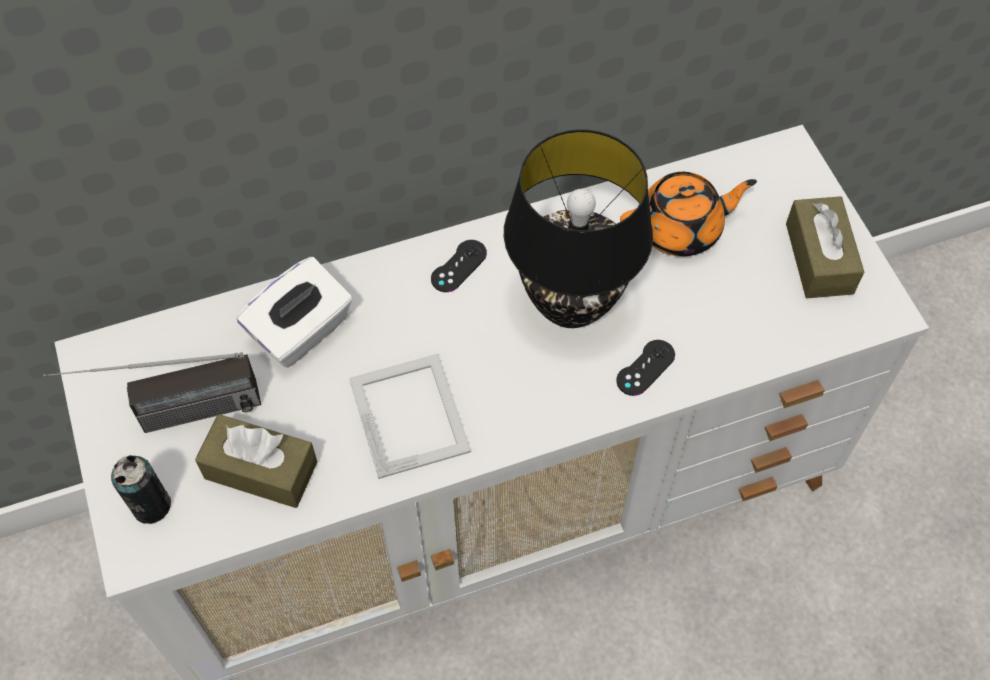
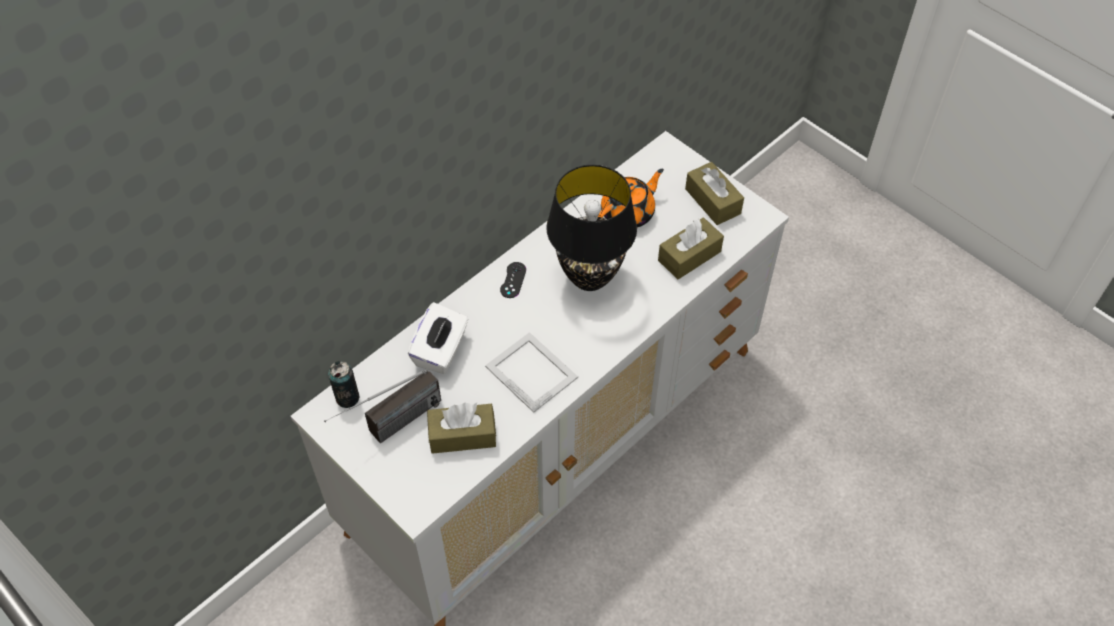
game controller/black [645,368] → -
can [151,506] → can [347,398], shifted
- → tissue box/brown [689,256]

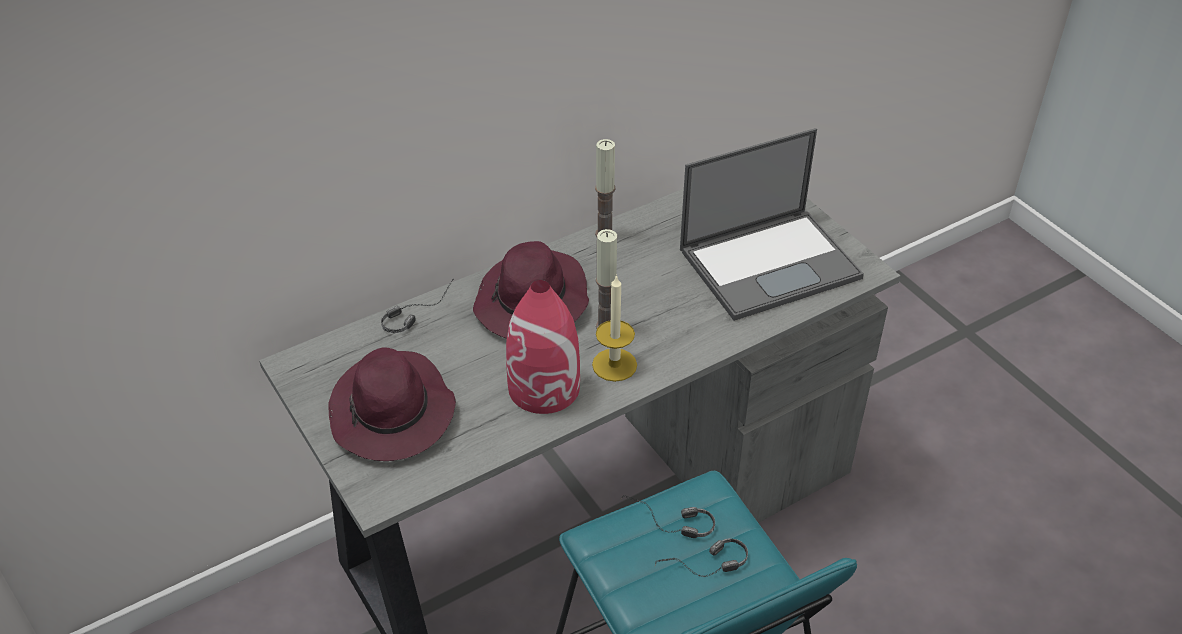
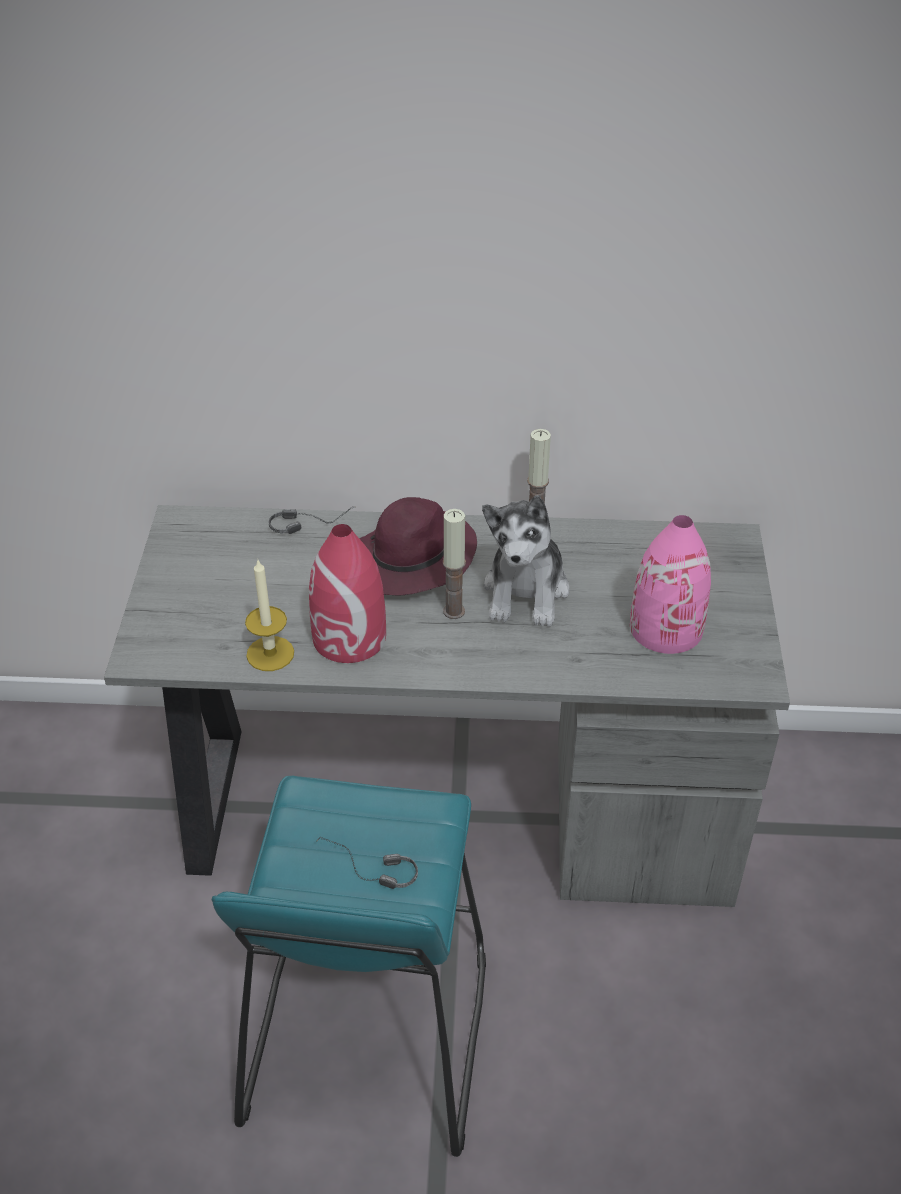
laptop [771,263] → vase/pink [666,628]
candle [614,365] → candle [270,653], shifted
hat/purple [393,413] → -
headphones [666,524] → -
- → plush toy [526,591]

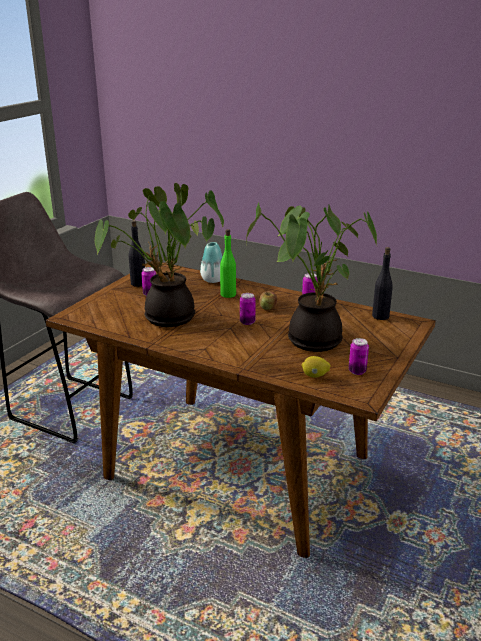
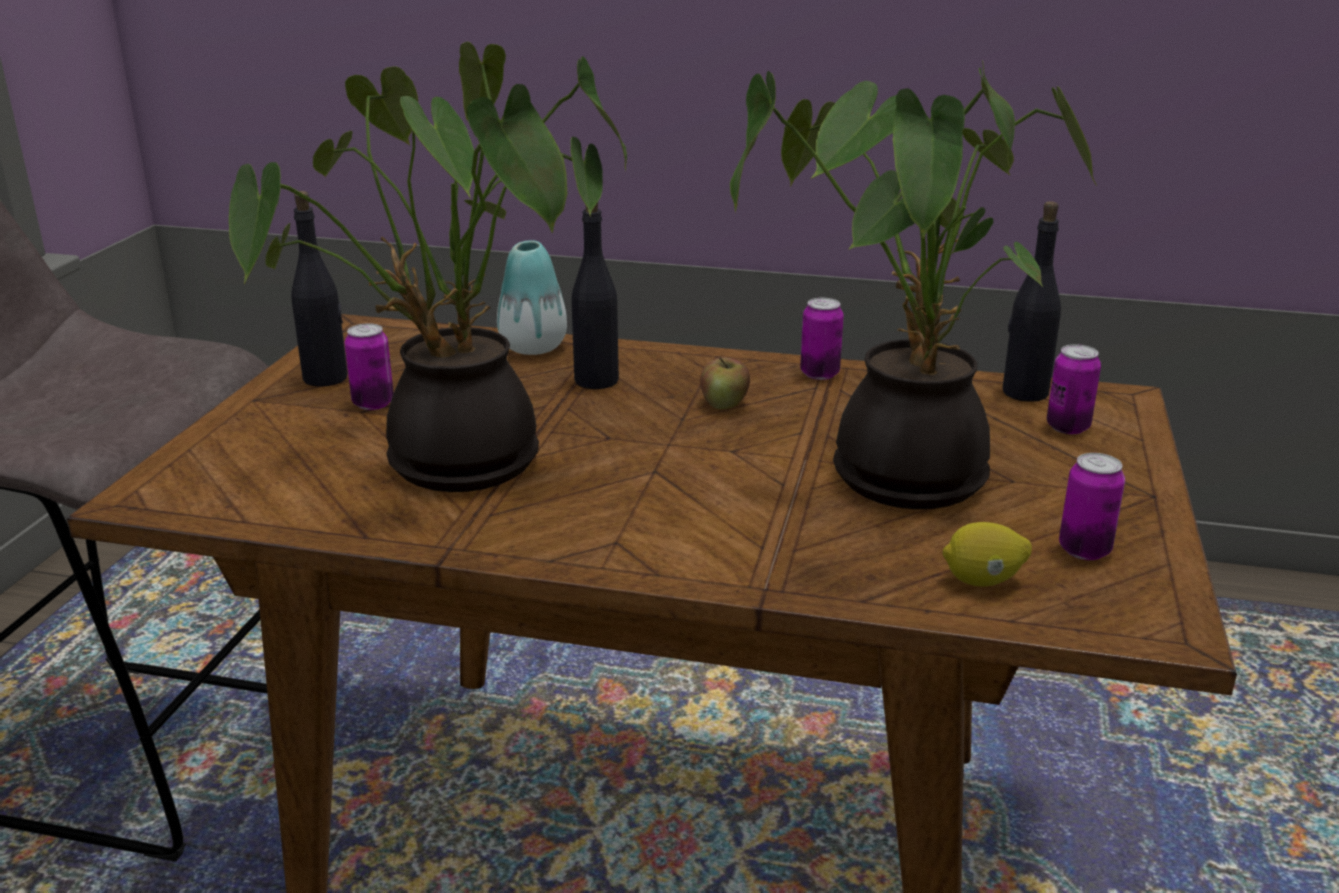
bottle/green [228,294] → bottle/black [596,380]
can [247,322] → can [1067,427], shifted

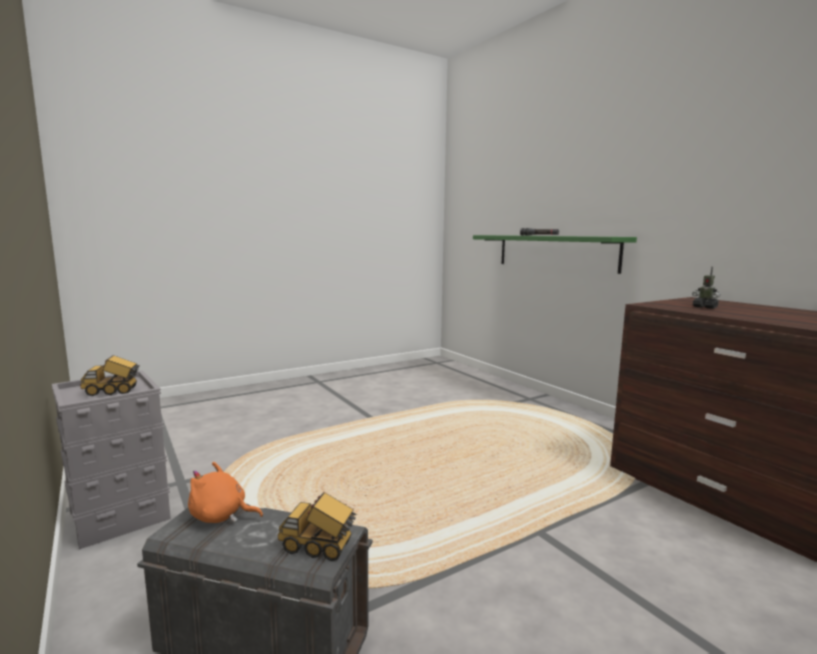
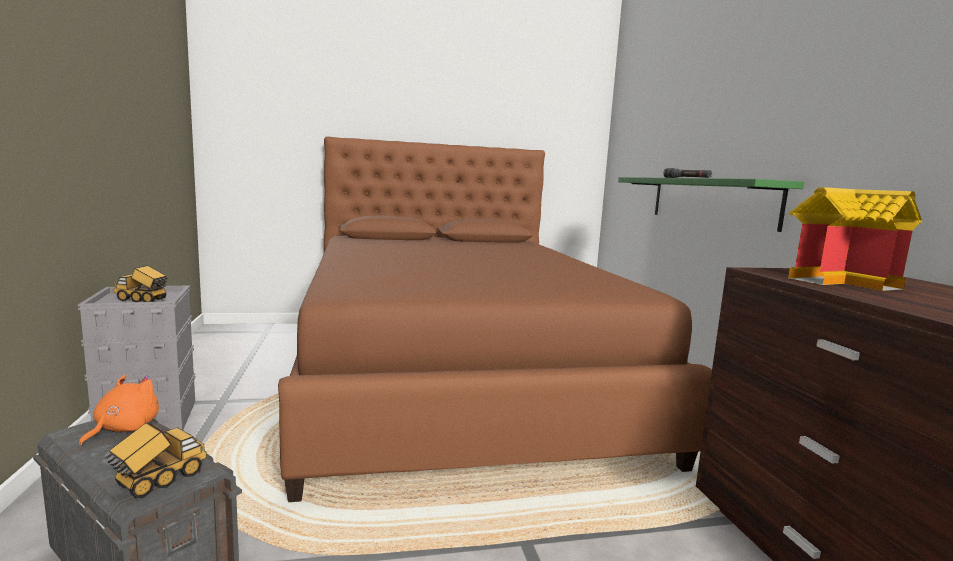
toy robot [705,307] → toy house [843,281]
plush toy/orange [221,516] → plush toy/orange [123,429], 75 degrees clockwise
toy truck [319,547] → toy truck [158,481], 90 degrees clockwise
- → bed/brown [456,376]

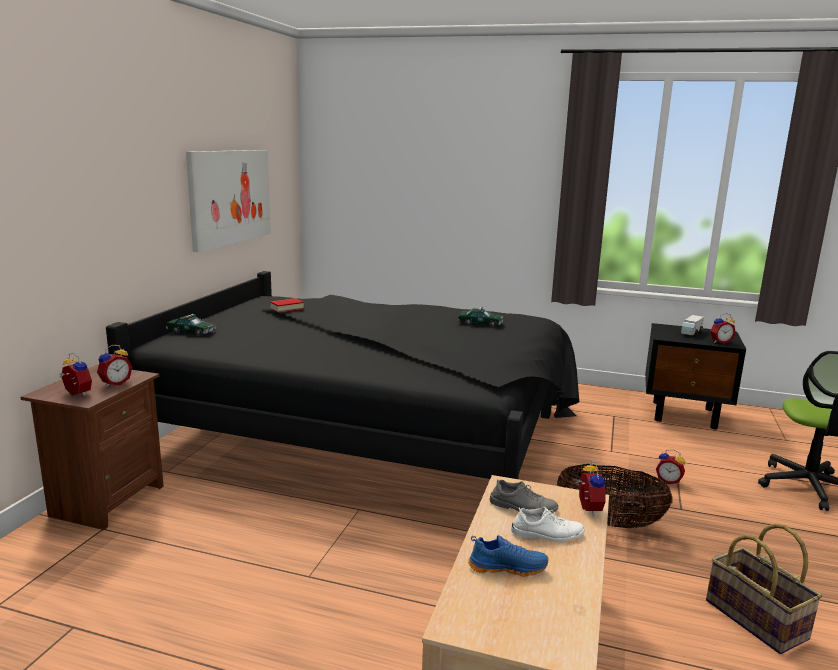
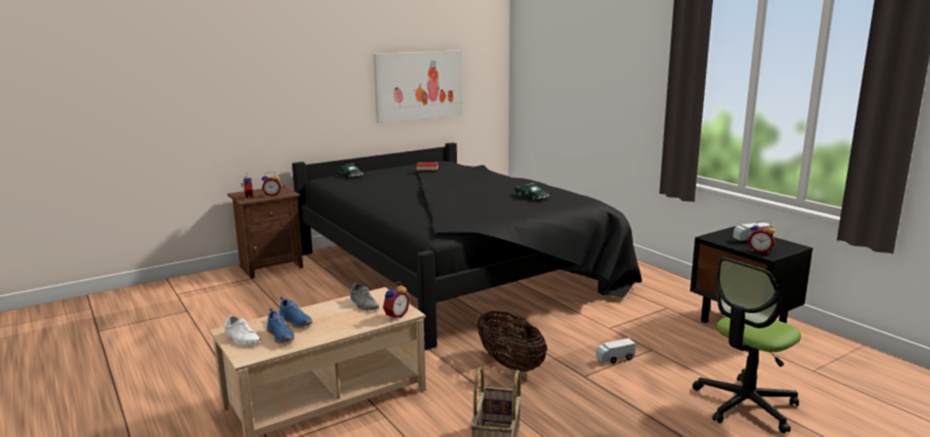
alarm clock [668,481] → toy truck [614,358]
shoe/white [547,533] → shoe/white [242,338], shifted
- → shoe/blue [281,336]

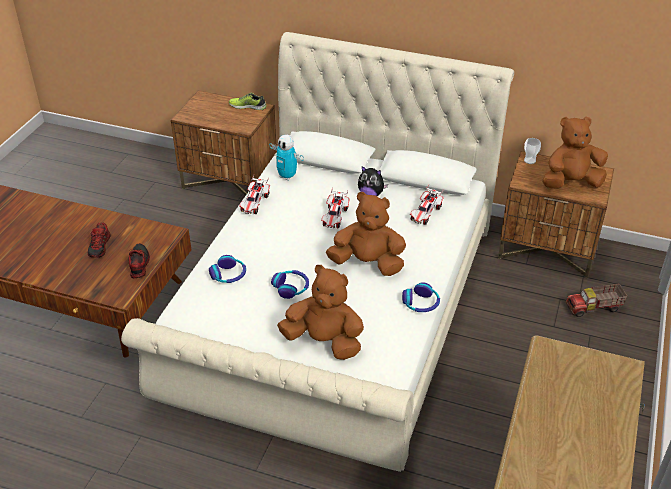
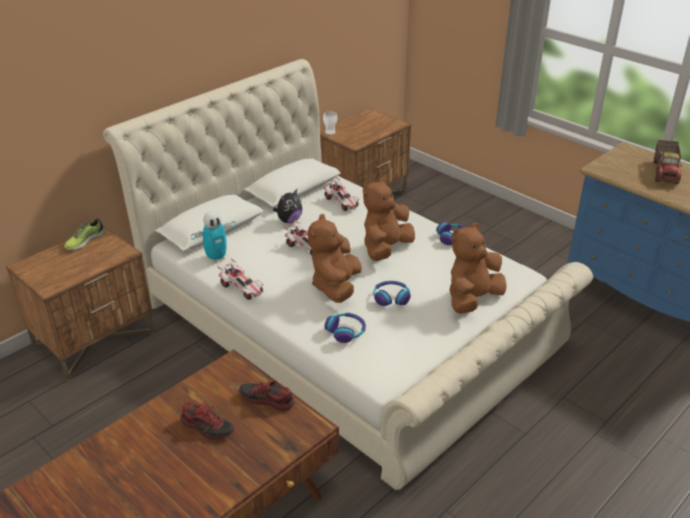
plush toy/brown [570,183] → plush toy/brown [336,286], shifted
toy truck [594,308] → toy truck [665,172], shifted

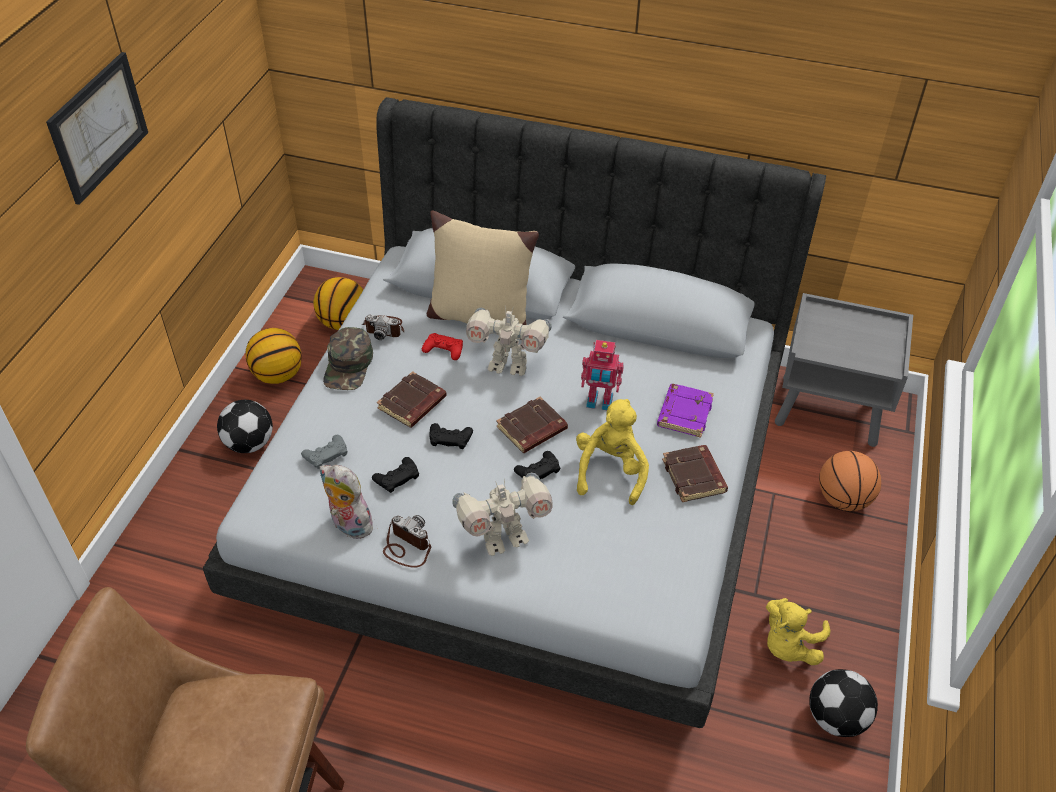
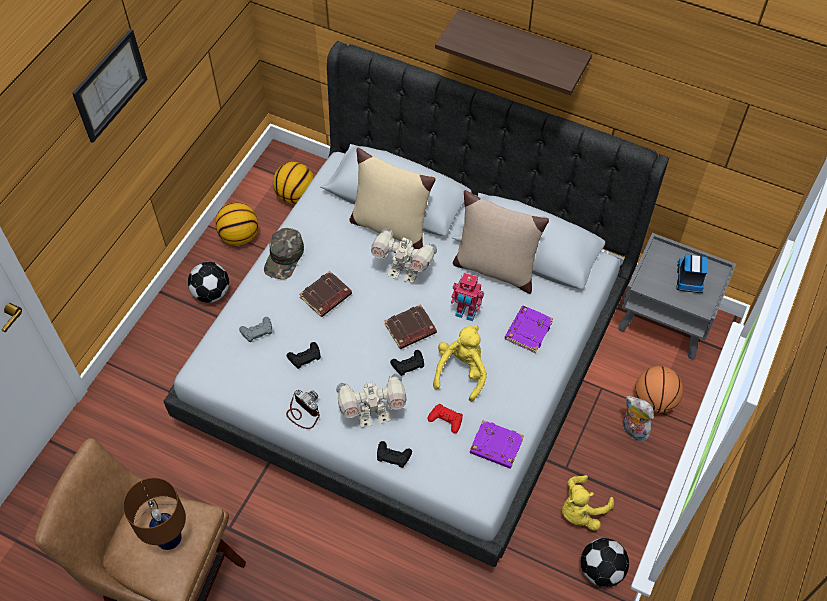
photo camera [384,328] → -
game controller/red [443,349] → game controller/red [446,420], shifted
game controller/black [450,438] → game controller/black [393,456], shifted
book/brown [695,477] → -
plush toy [348,525] → plush toy [632,430], shifted
- → shelf [522,50]
- → pillow/beige [494,268]
- → toy truck [689,278]
- → book/purple [495,446]
- → table lamp/brown [170,540]

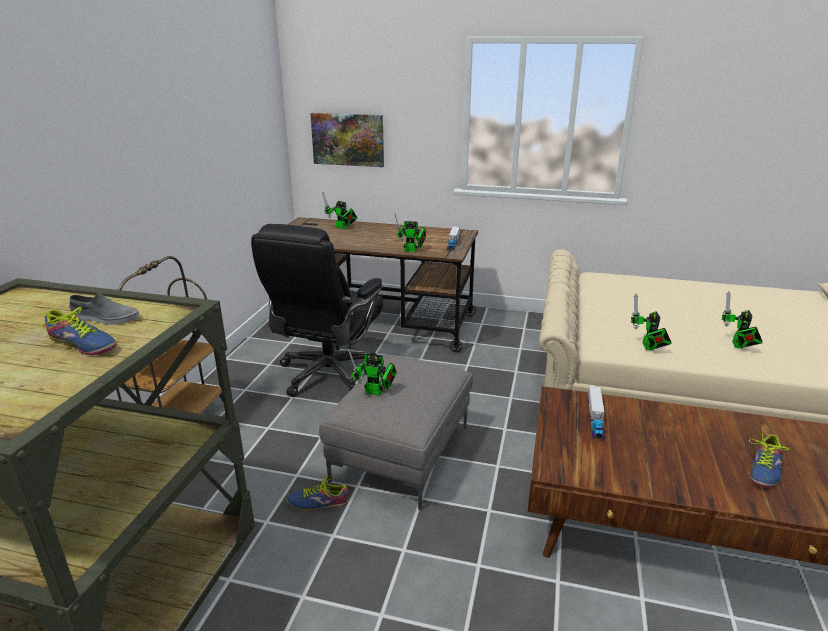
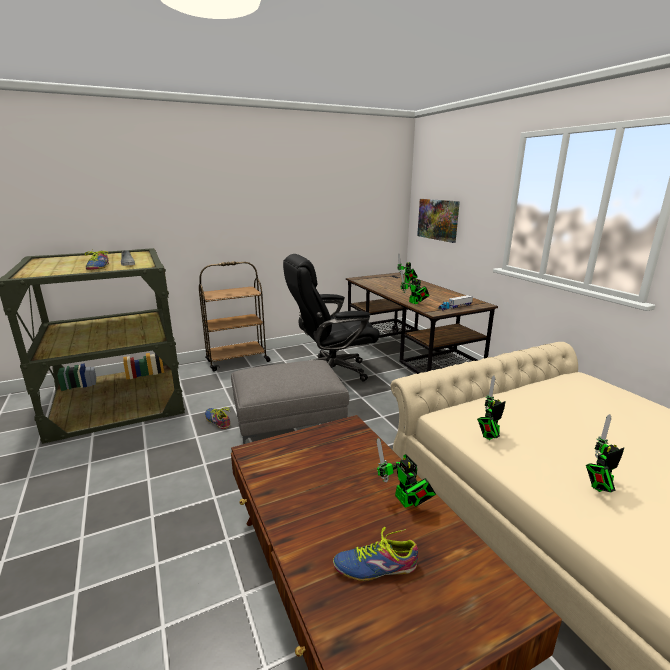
toy robot [376,392] → toy robot [405,502], shifted
toy truck [595,418] → -

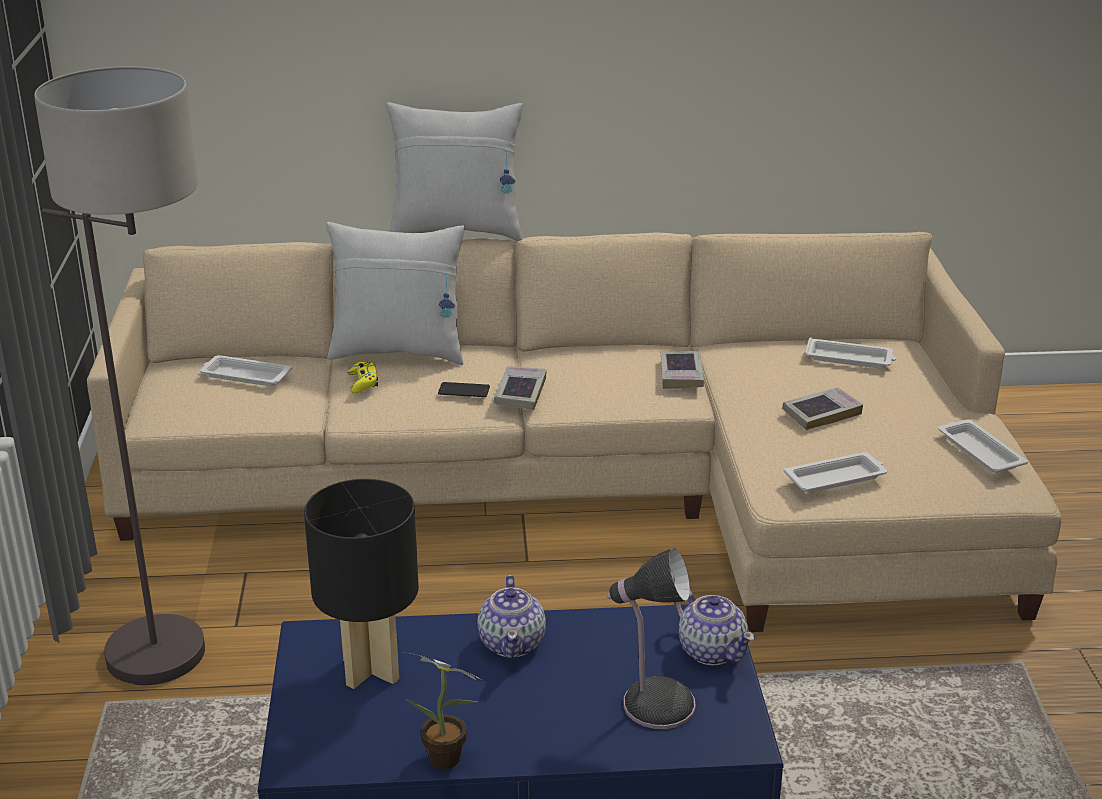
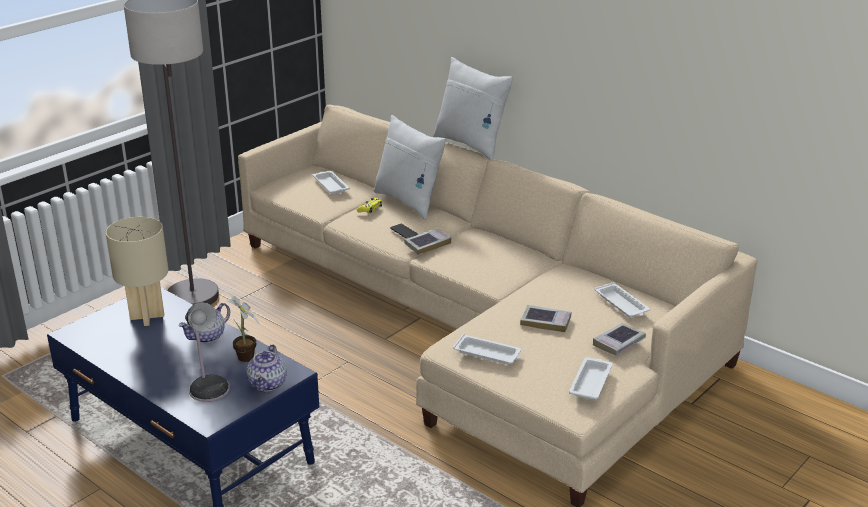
book [681,375] → book [618,343], shifted
table lamp/black [371,669] → table lamp/beige [148,316]
potted plant [449,761] → potted plant [245,359], shifted

